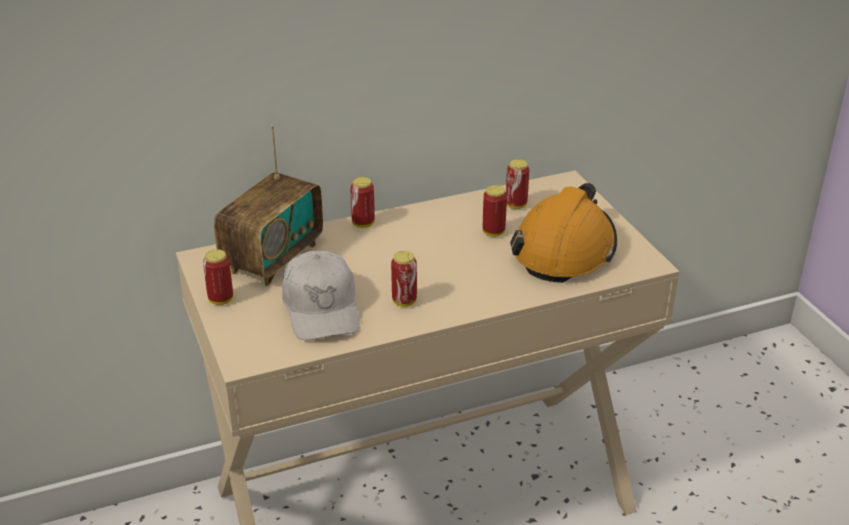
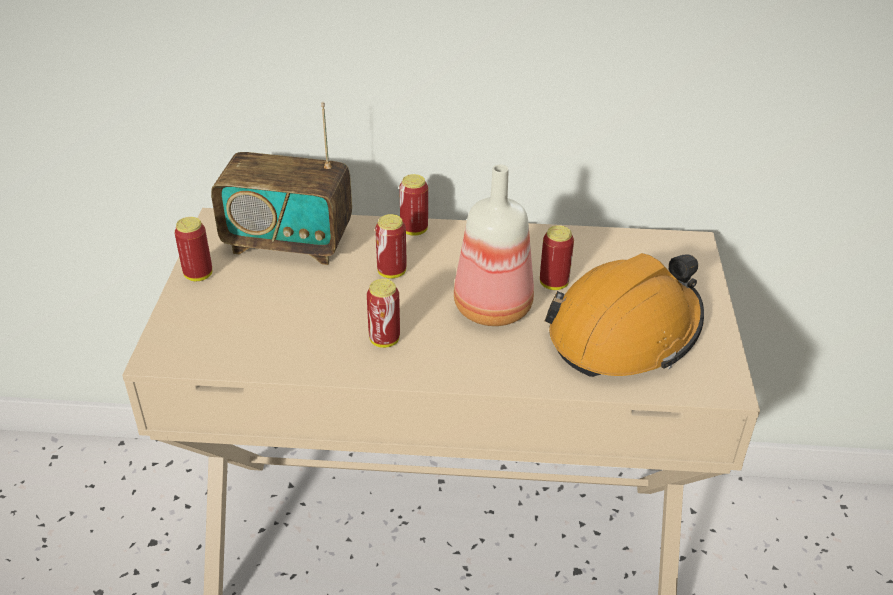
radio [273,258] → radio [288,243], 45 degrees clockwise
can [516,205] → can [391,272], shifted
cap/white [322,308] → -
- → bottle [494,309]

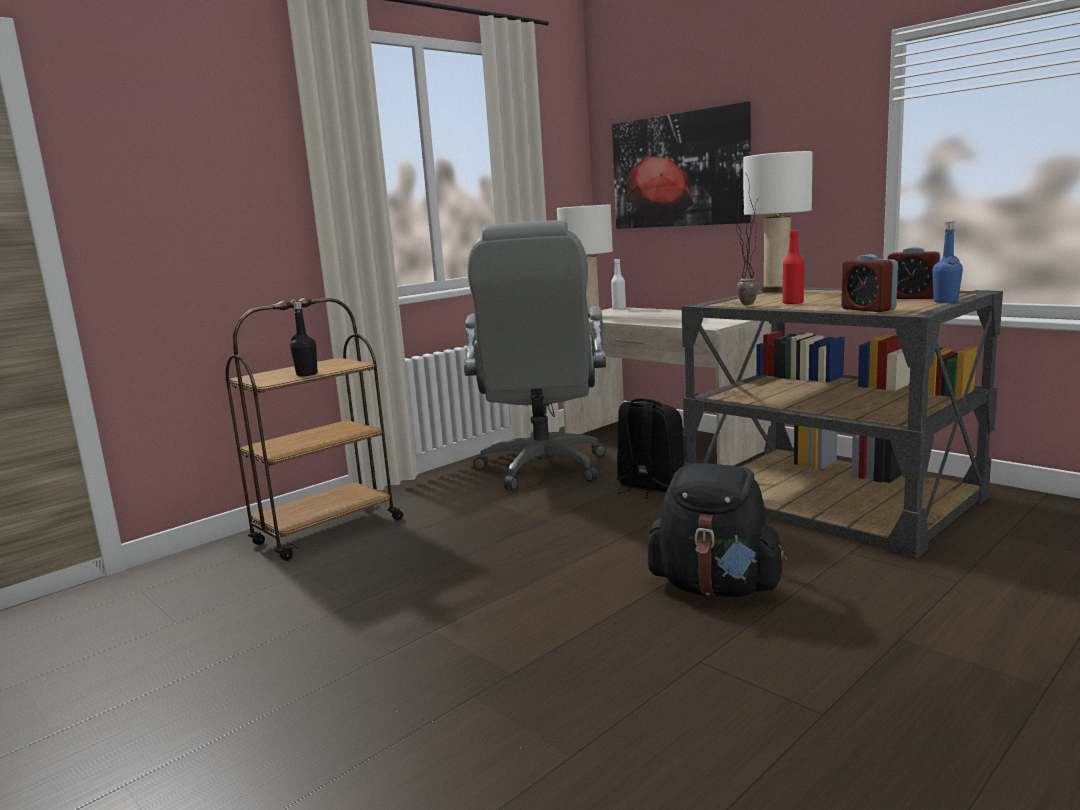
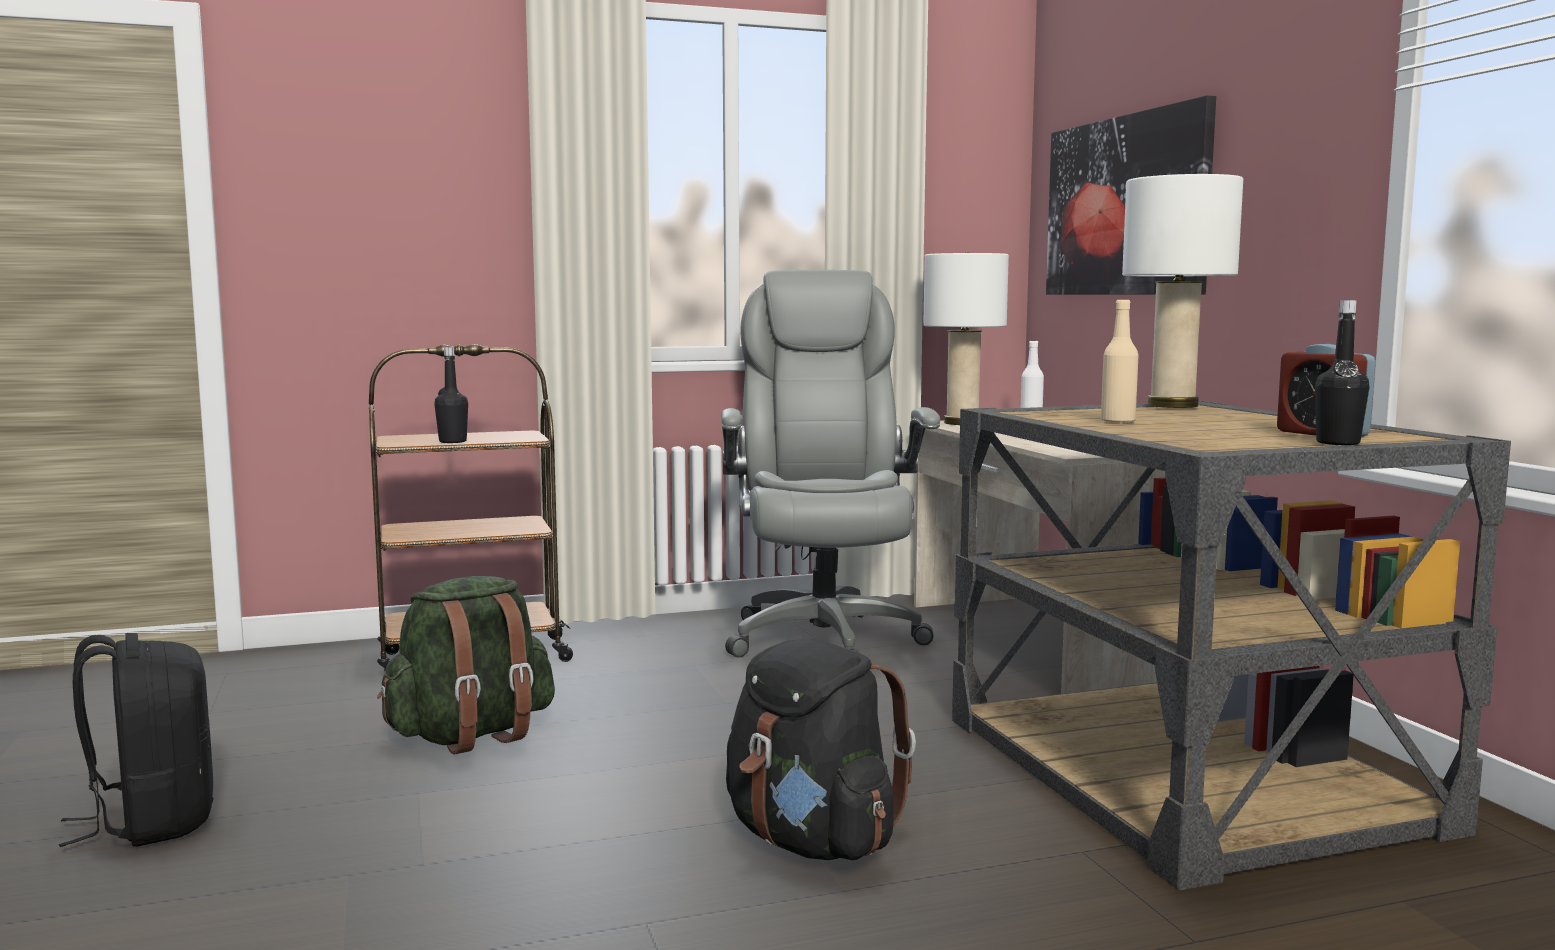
potted plant [748,303] → -
office chair/grey [542,469] → office chair/grey [824,639], 150 degrees clockwise
bottle/blue [945,301] → bottle/black [1338,443]
bottle/red [793,303] → bottle/beige [1118,421]
alarm clock [868,309] → -
backpack/black [649,487] → backpack/black [151,822], shifted
- → backpack/green [472,735]

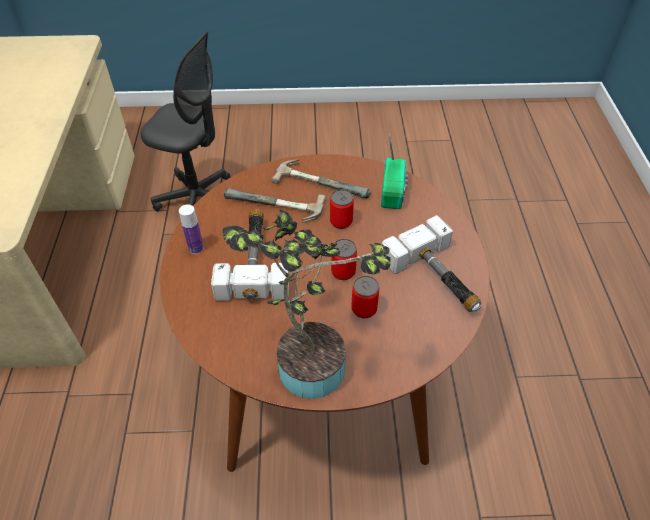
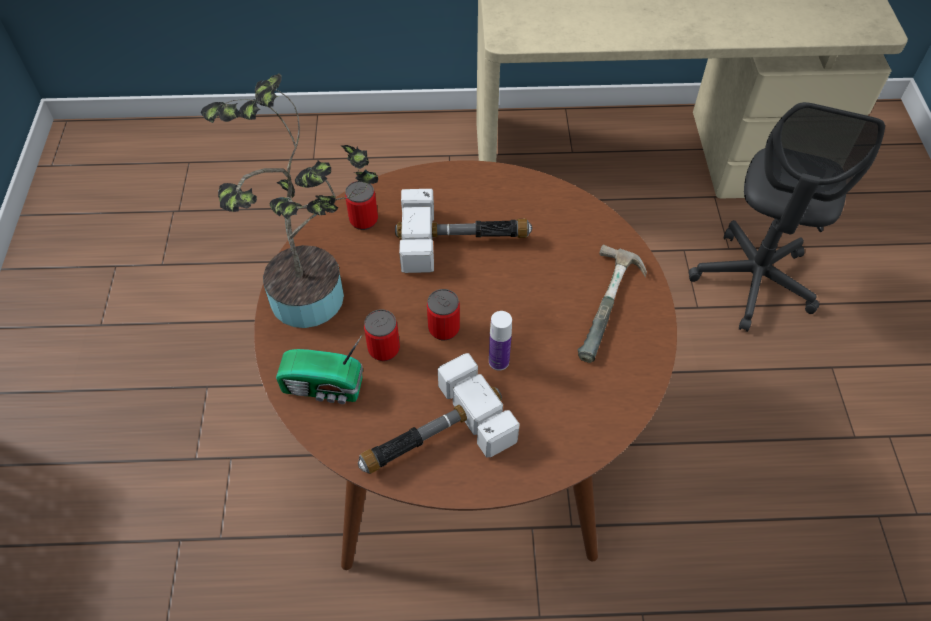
radio [394,190] → radio [324,388], shifted
hammer [272,208] → -
can [341,221] → can [363,220], shifted
bottle [196,248] → bottle [499,361], shifted

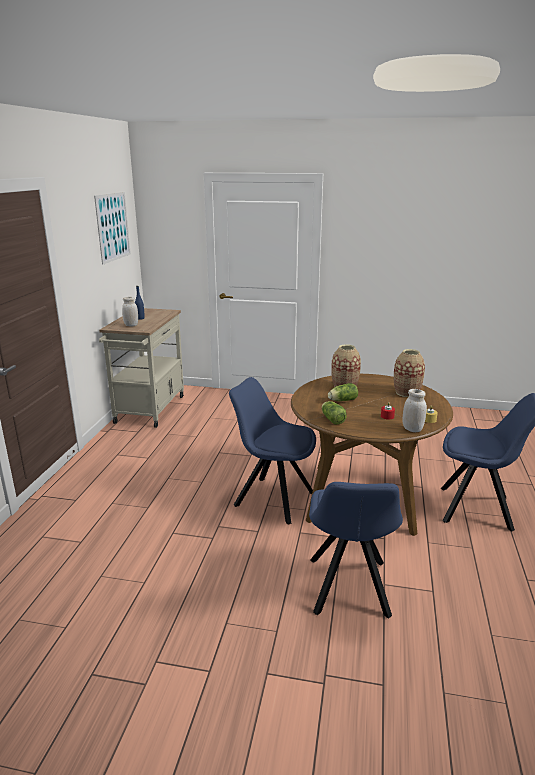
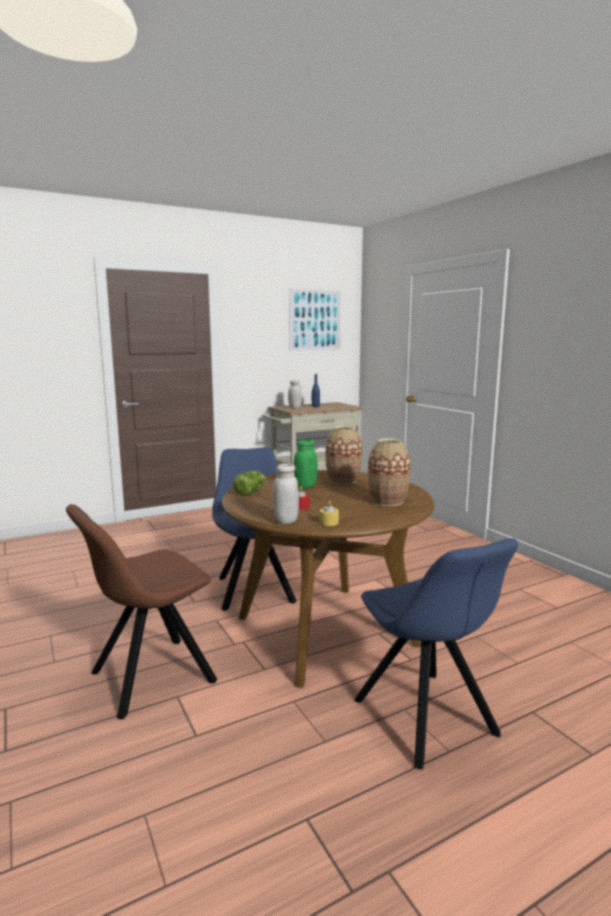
lettuce [341,400] → jar/green [305,486]
chair/blue [349,587] → chair/brown [151,677]

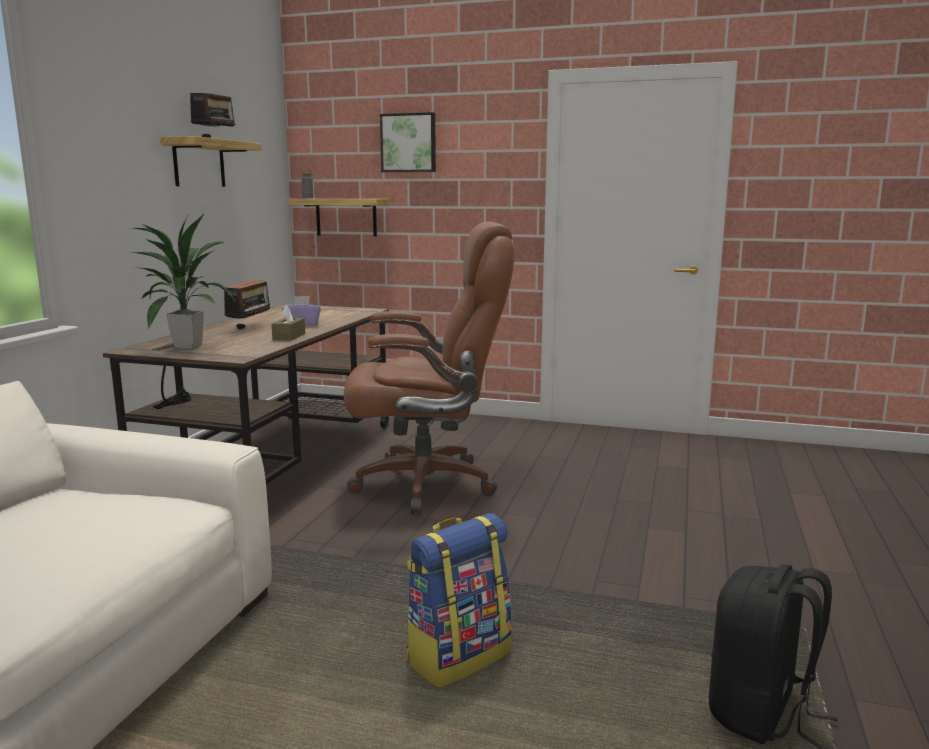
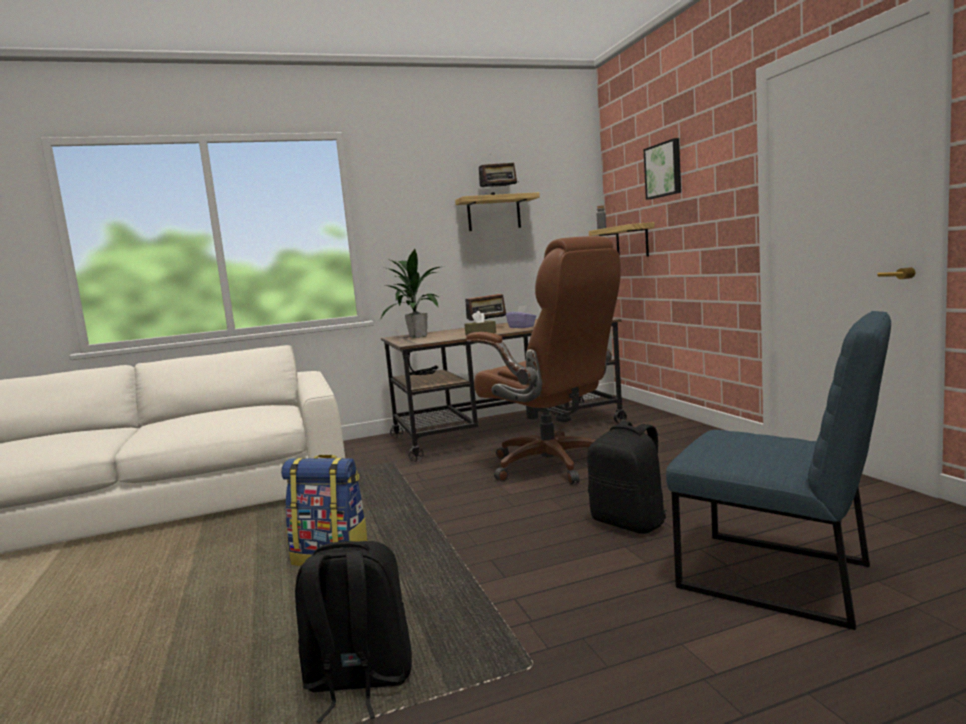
- → chair/blue [780,578]
- → backpack/black [630,523]

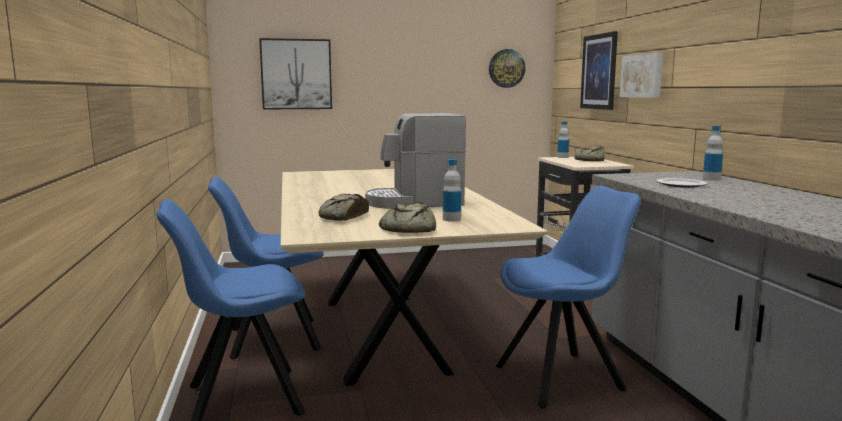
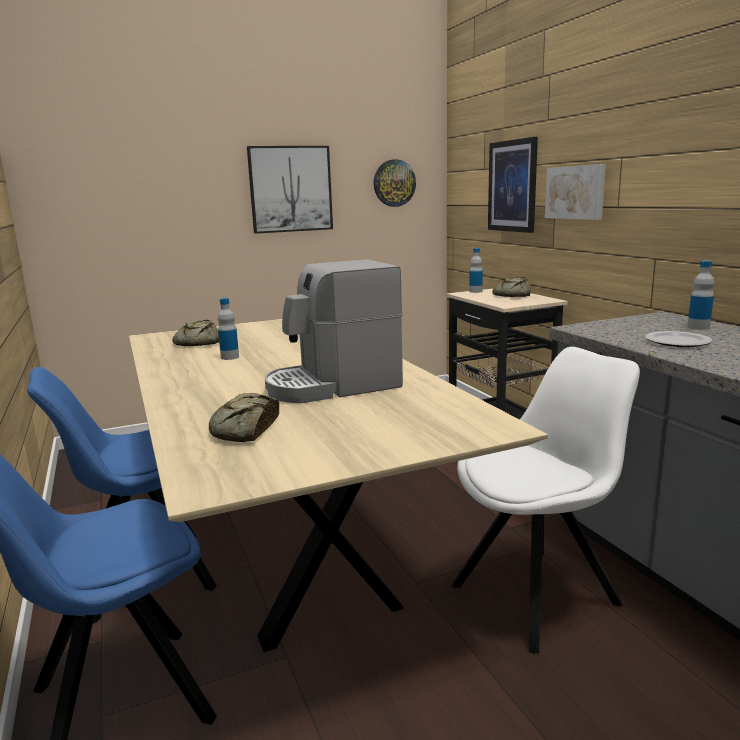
picture [296,74] → picture [290,189], shifted
bottle [451,219] → bottle [230,357], shifted
chair/blue [560,378] → chair/white [537,595]
bread [407,229] → bread [197,343], shifted

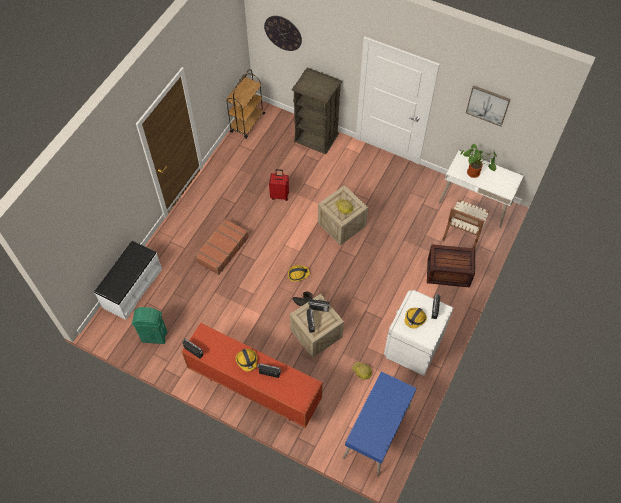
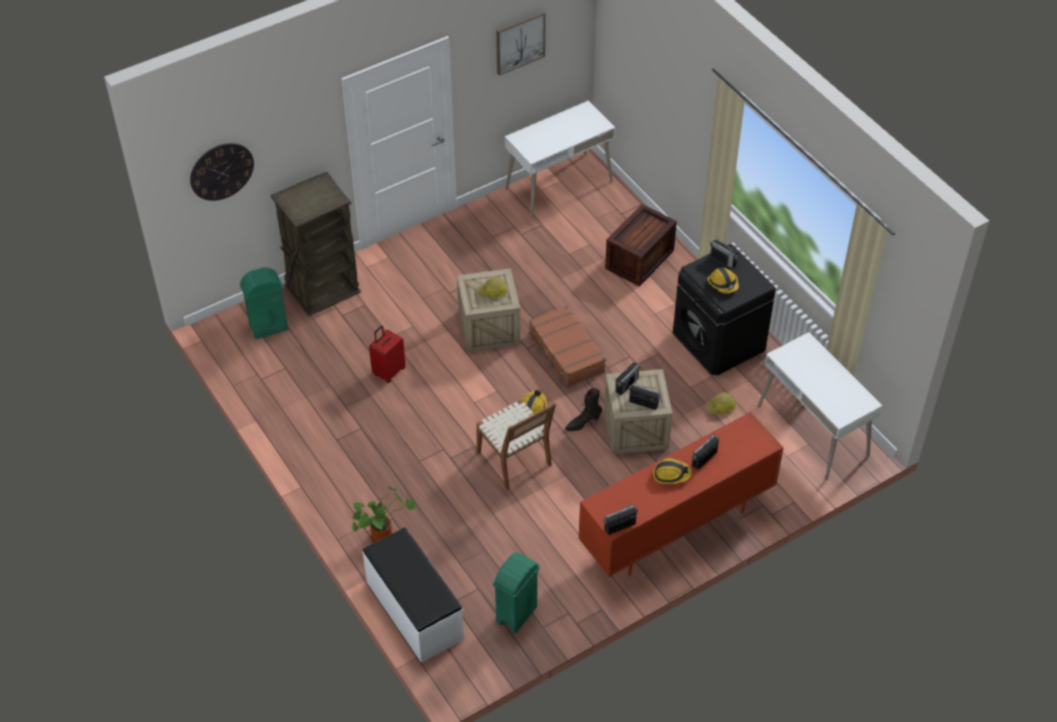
cart/brown [247,123] → -
potted plant [475,173] → potted plant [383,535], shifted
chair [462,235] → chair [515,462], shifted
suitcase/brown [222,249] → suitcase/brown [566,353], shifted
washing machine/white [412,346] → washing machine/black [717,342]
desk/blue [377,433] → desk/white [813,431]
- → trash can/green [268,328]

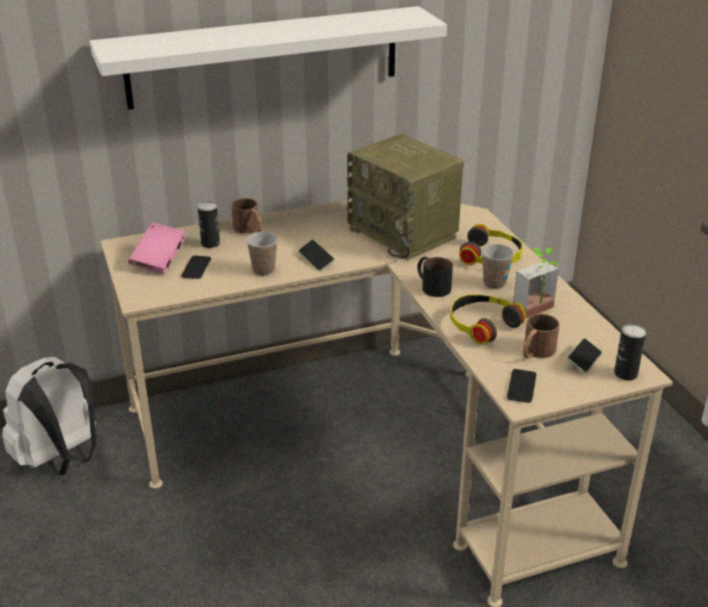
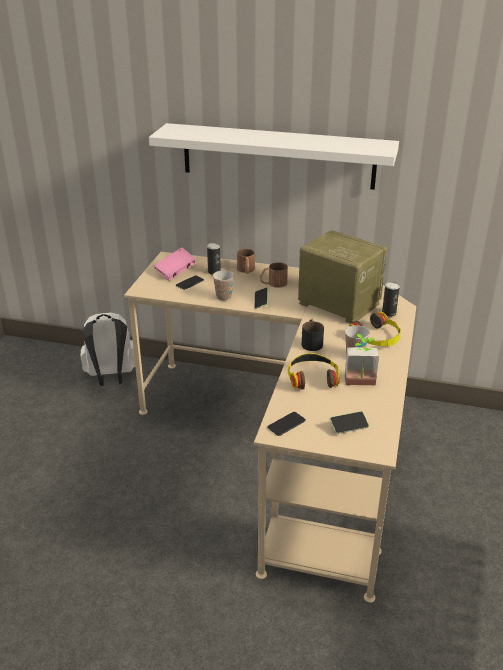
radio [405,233] → radio [337,304], 135 degrees clockwise
mug/brown [535,352] → mug/brown [273,283], shifted
can [625,374] → can [389,313], shifted

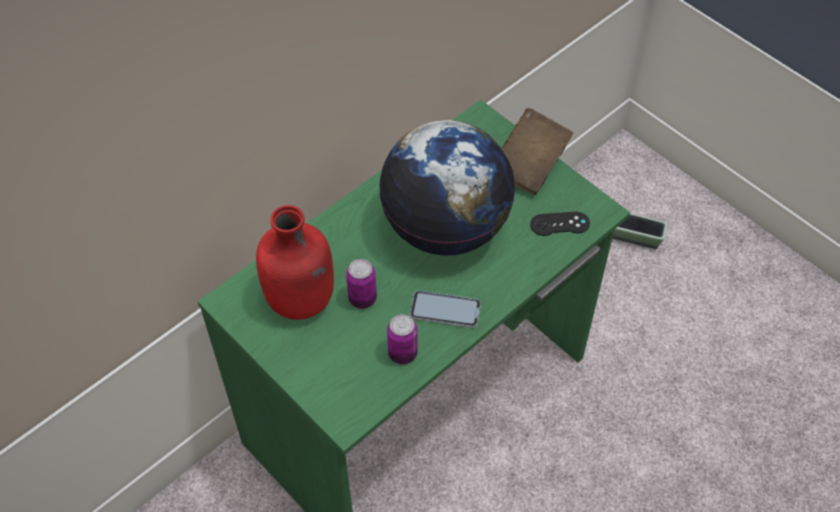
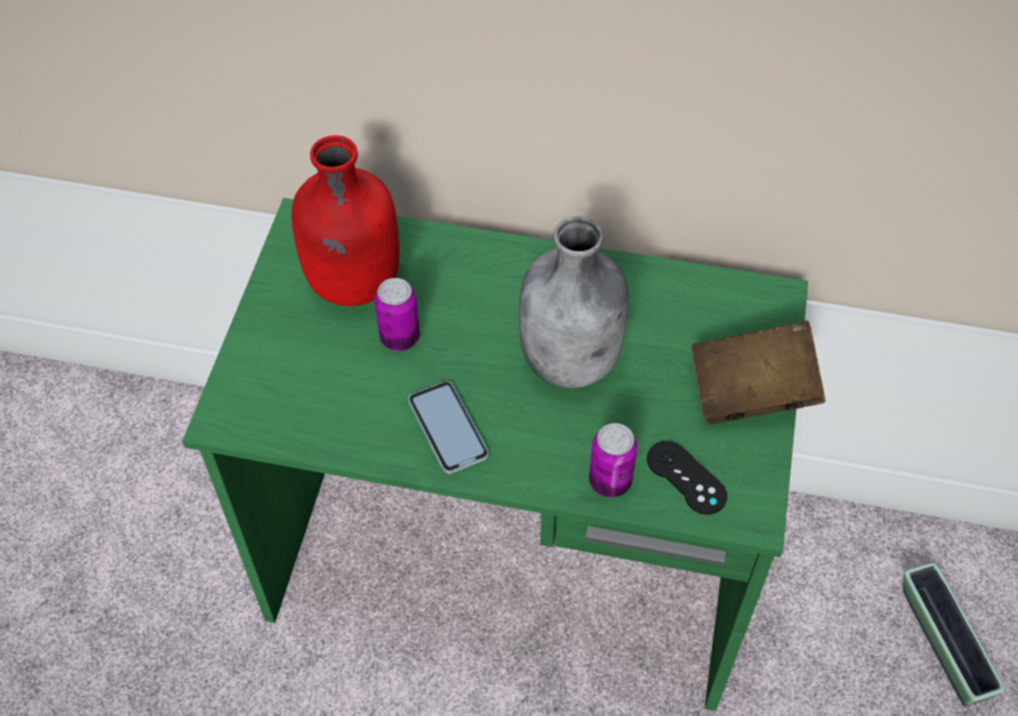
globe [446,228] → bottle/grey [572,359]
can [402,354] → can [610,481], shifted

